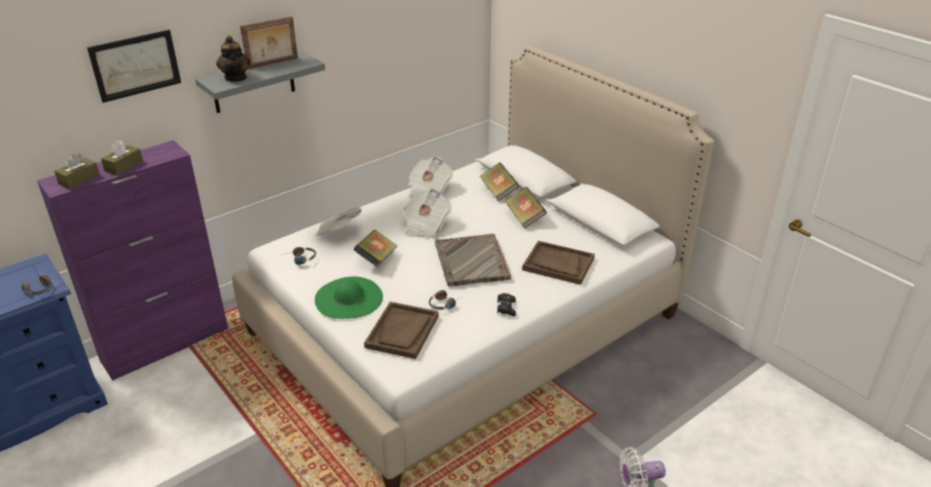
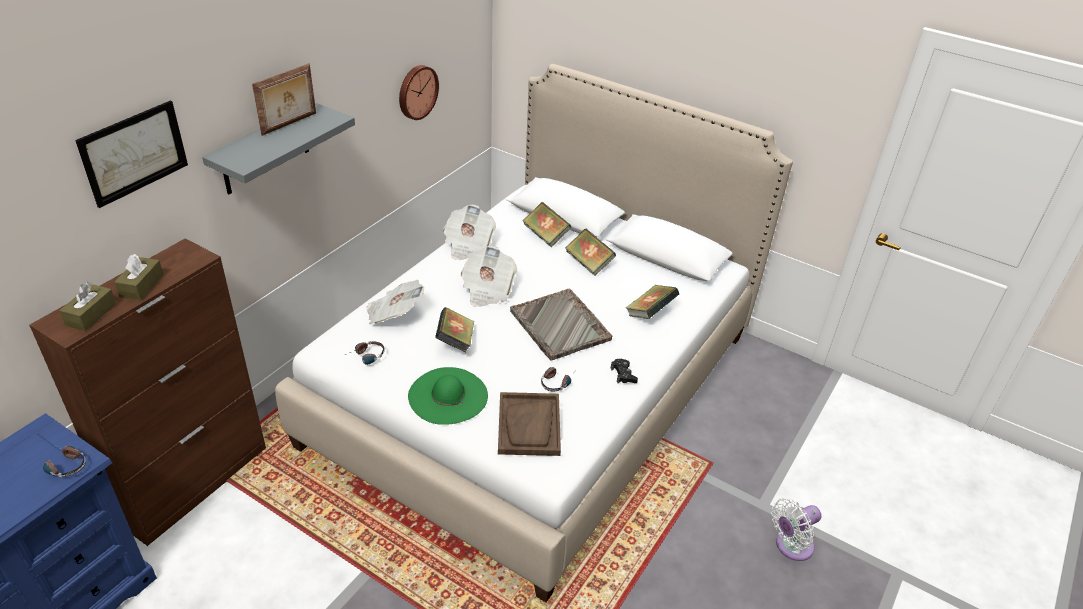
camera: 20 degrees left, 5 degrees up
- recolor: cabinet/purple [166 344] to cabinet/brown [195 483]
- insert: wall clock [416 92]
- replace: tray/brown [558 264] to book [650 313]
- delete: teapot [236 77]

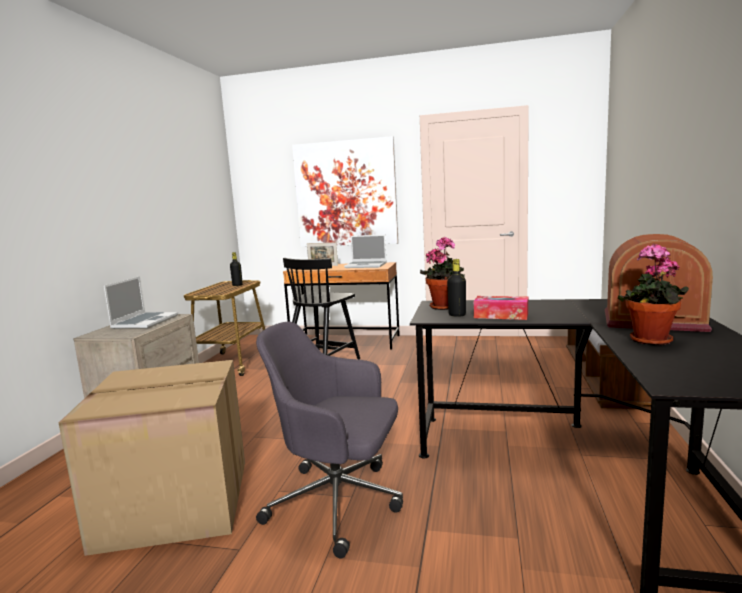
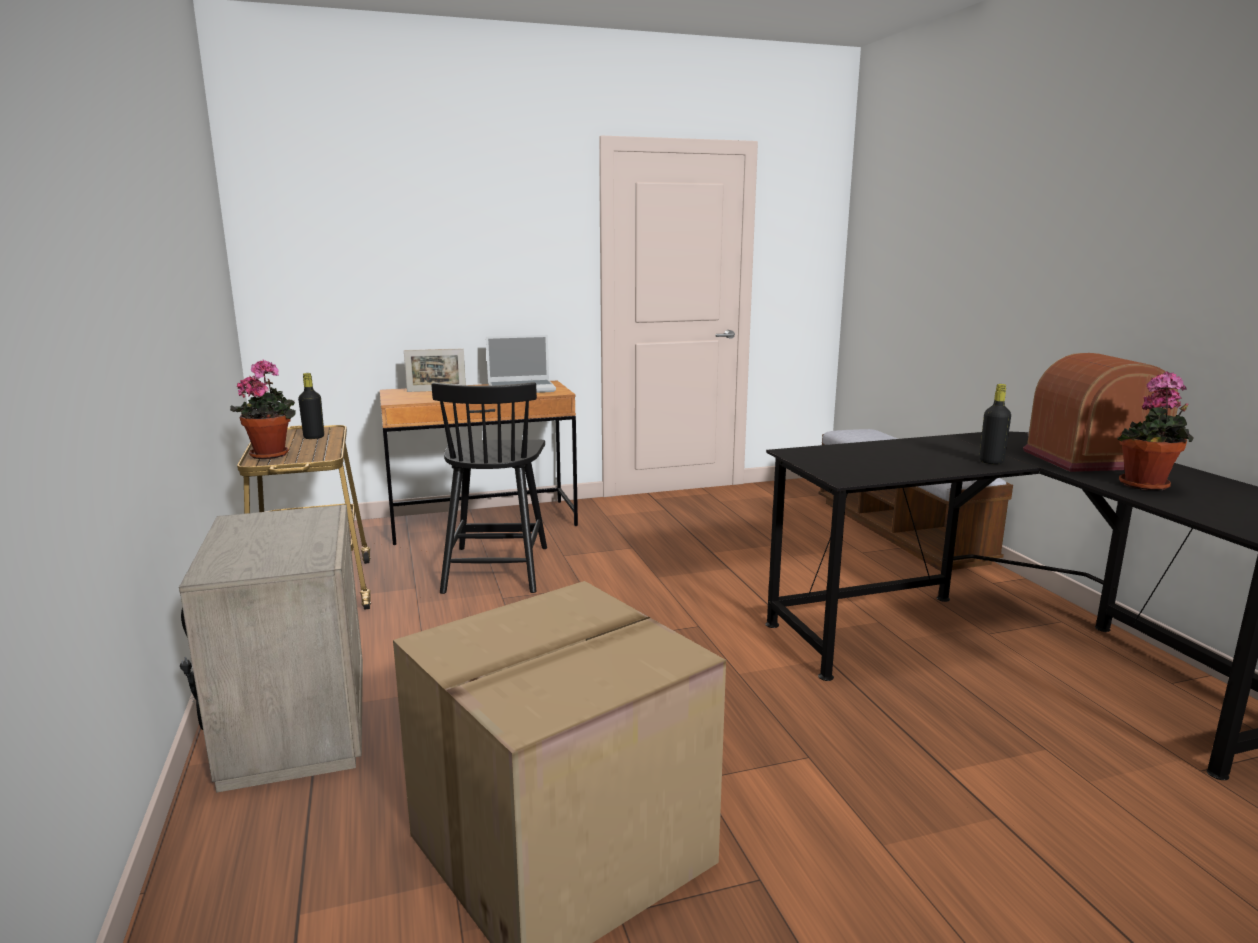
camera: 30 degrees left, 5 degrees up
- move: potted plant [444 306] to [272 454]
- move: bottle/black [457 315] to [991 462]
- delete: laptop [145 322]
- delete: office chair/grey [339 503]
- delete: picture [346 194]
- delete: tissue box [501 315]

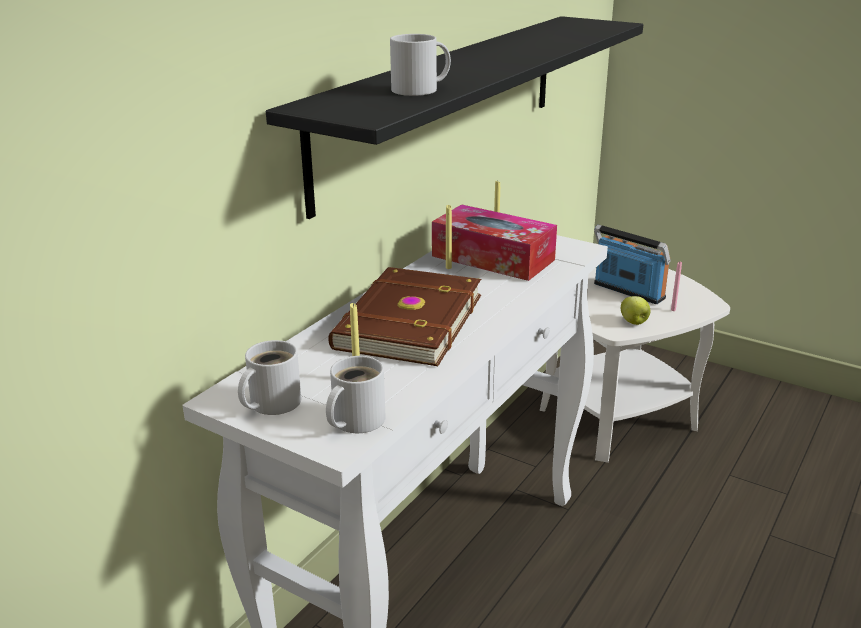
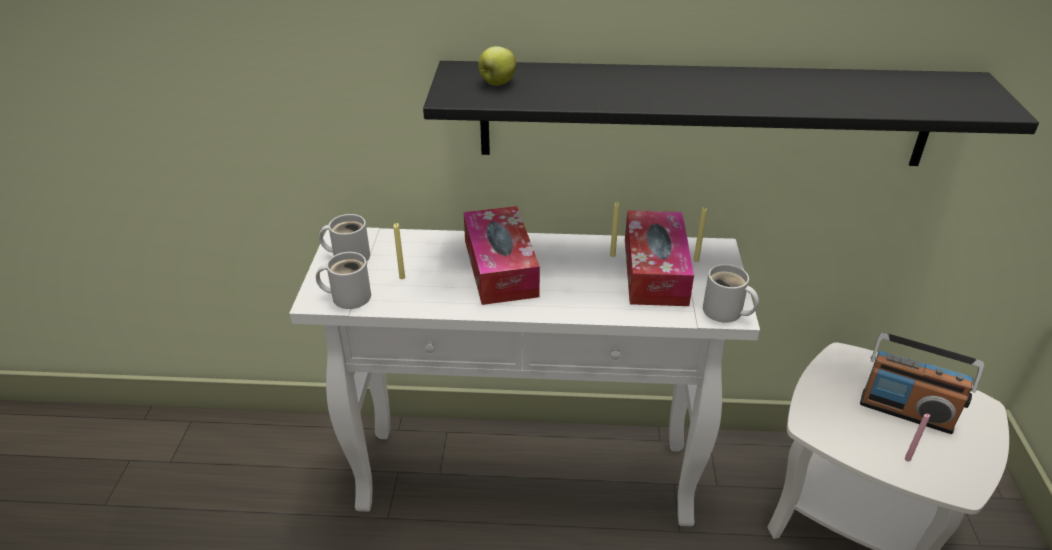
camera: 60 degrees right, 10 degrees up
- replace: book/brown [406 321] to tissue box [500 268]
- move: apple [634 322] to [497 83]
- move: mug/white [419 90] to [725 312]
- rotate: radio [628 291] = [906 411] 105 degrees clockwise

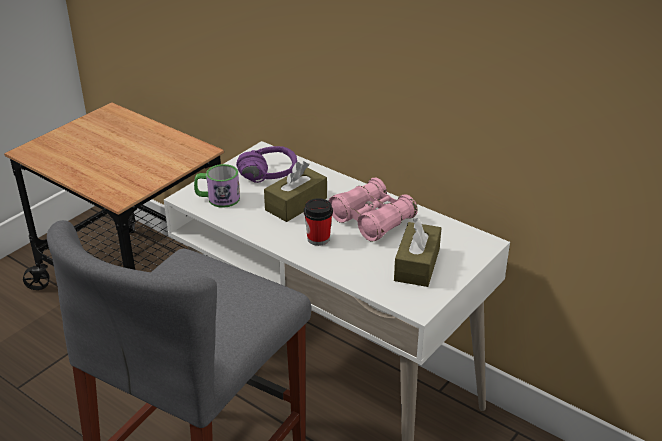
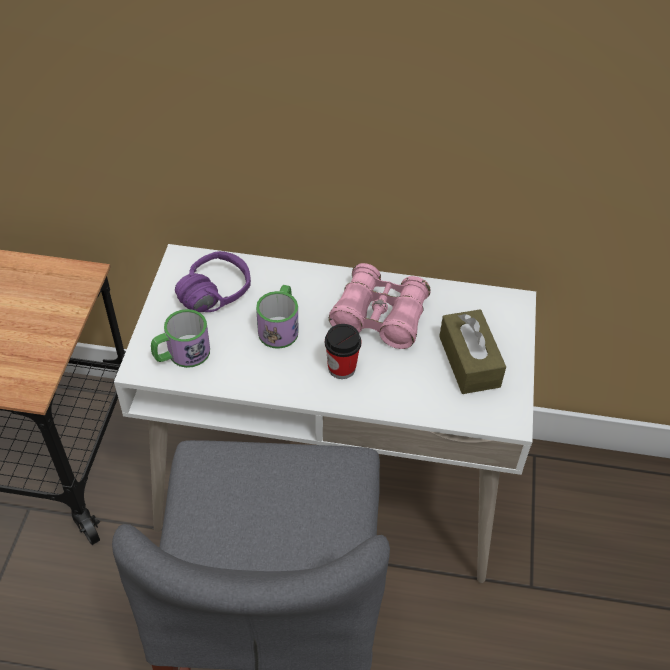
camera: 30 degrees left, 15 degrees up
- replace: tissue box/brown [296 204] to mug [280 326]

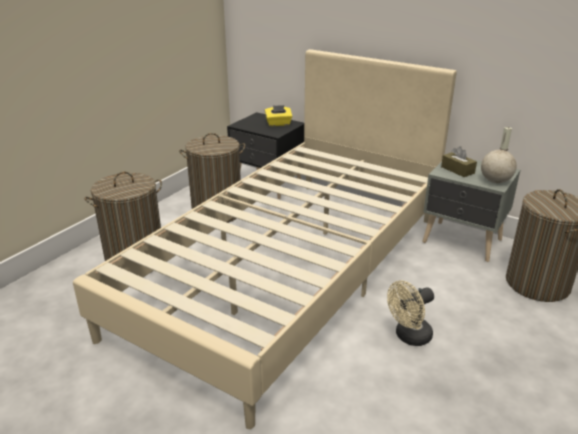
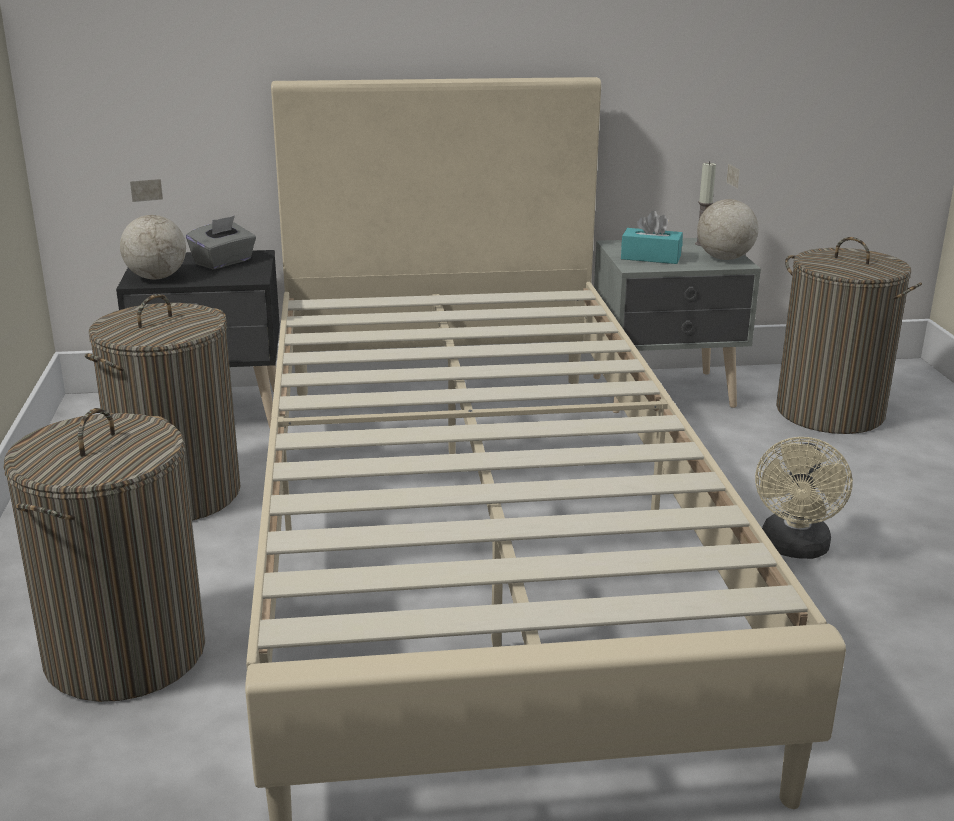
camera: 40 degrees left, 5 degrees down
- insert: globe [156 277]
- recolor: tissue box/yellow [278 124] to tissue box/grey [224 262]
- recolor: tissue box/brown [457 170] to tissue box/turquoise [650 257]

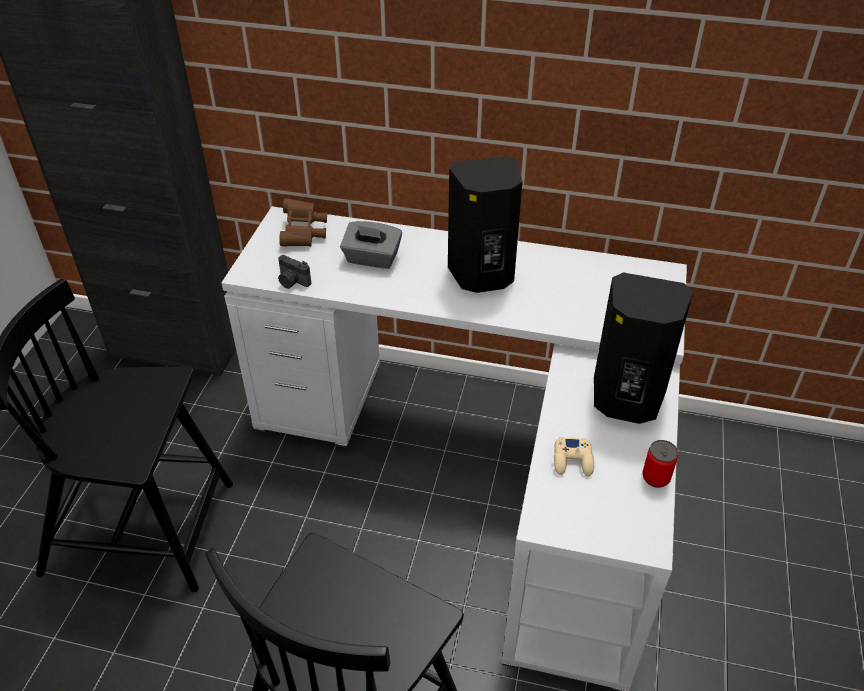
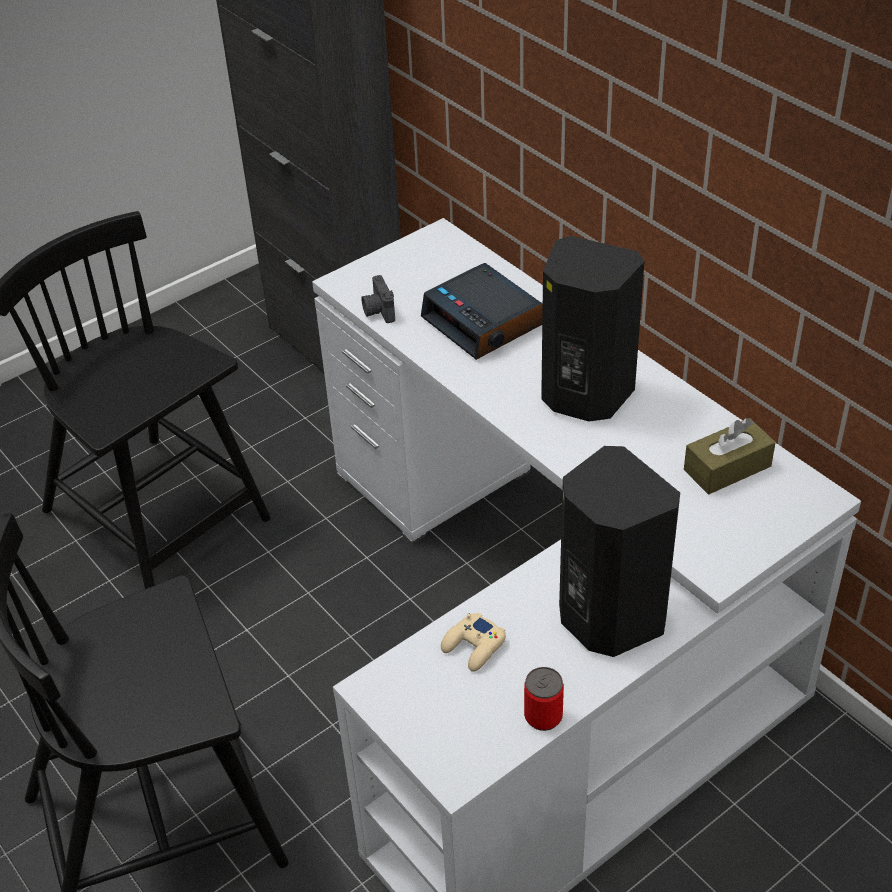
camera: 40 degrees right, 0 degrees up
- replace: tissue box/grey [372 259] to alarm clock [484 322]
- insert: tissue box/brown [727 468]
- delete: binoculars/brown [303 233]

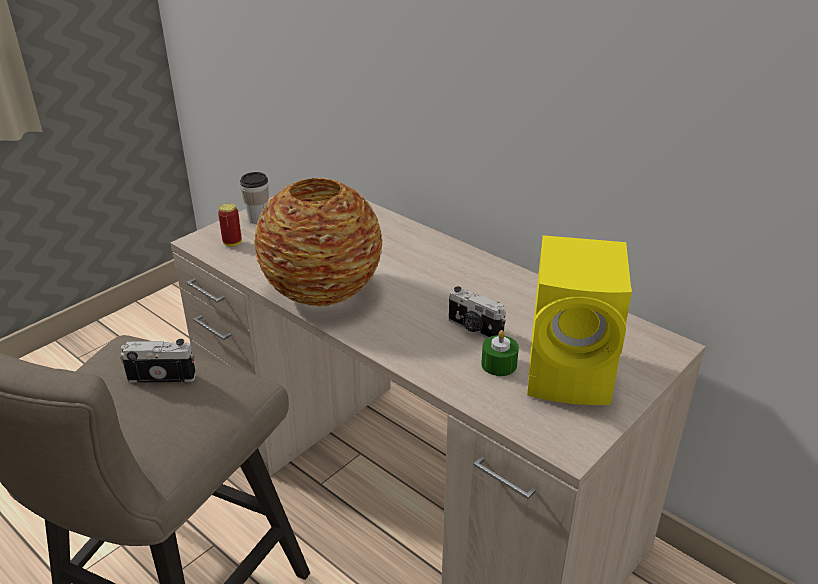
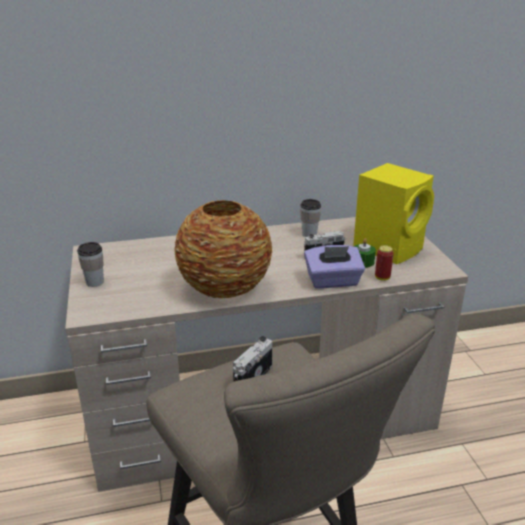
camera: 55 degrees left, 5 degrees down
- insert: cup [309 234]
- insert: tissue box/purple [333 281]
- move: can [232 243] to [382 278]

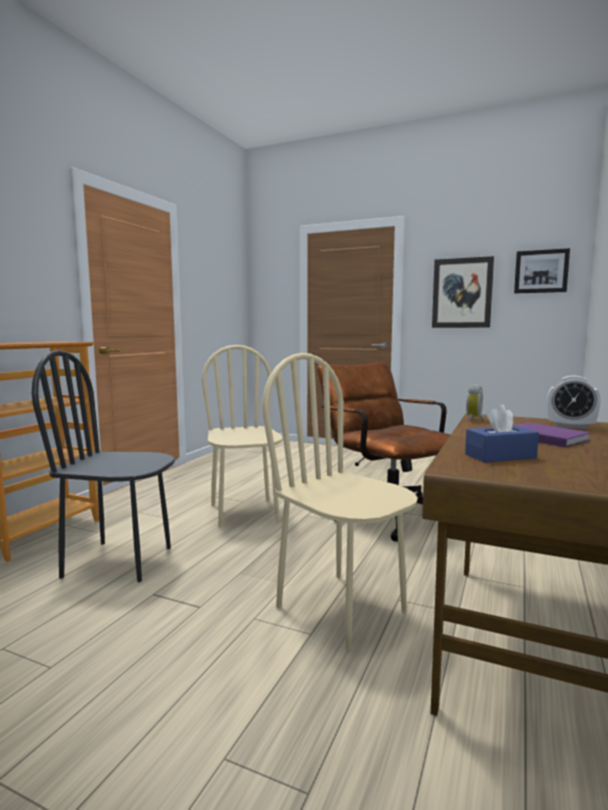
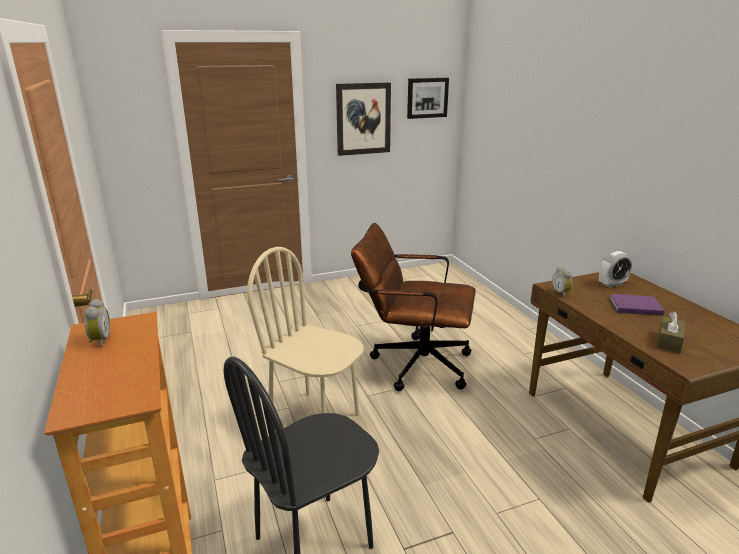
camera: 45 degrees left, 15 degrees up
- insert: alarm clock [99 341]
- recolor: tissue box/blue [500 456] to tissue box/brown [669 341]
- delete: chair/beige [341 608]

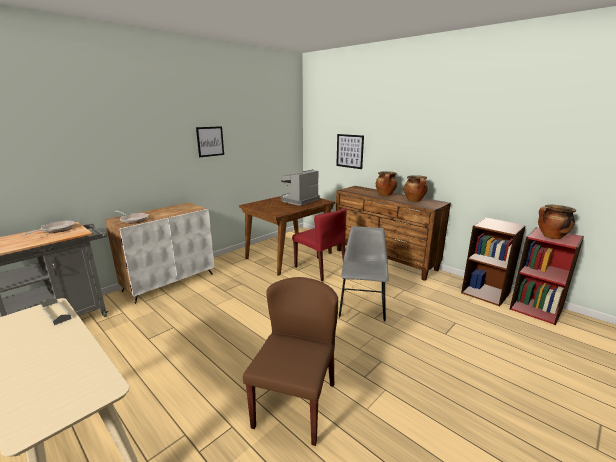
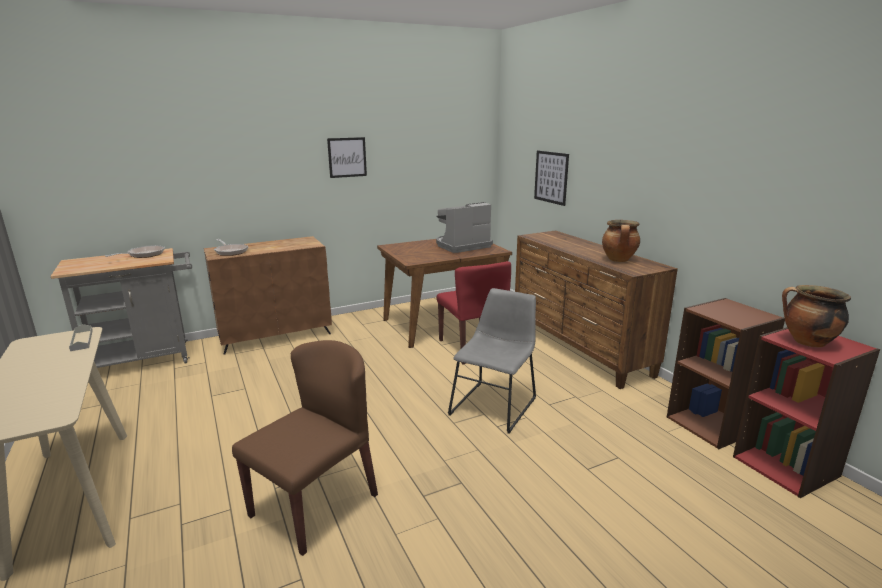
camera: 20 degrees right, 0 degrees up
- recolor: cabinet/white [170 282] to cabinet/brown [276 335]
- delete: cooking pot [385 195]

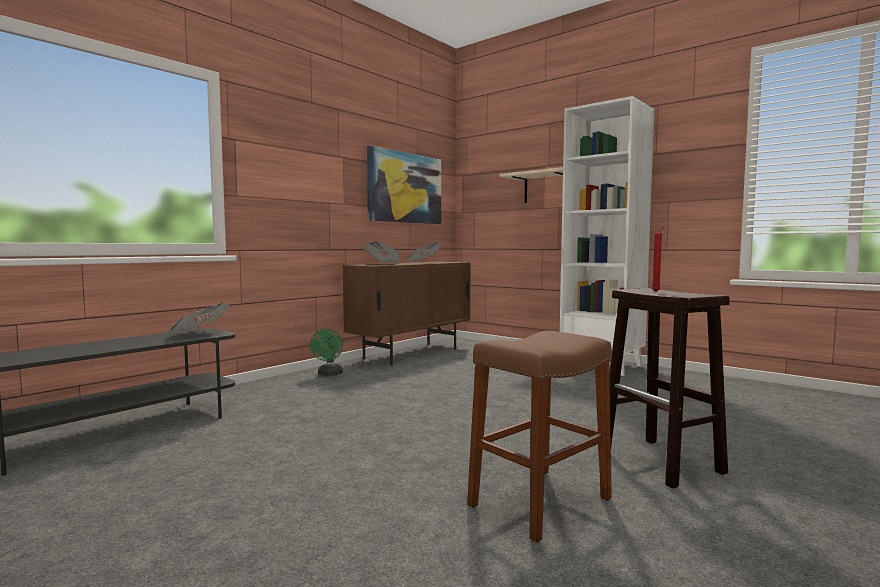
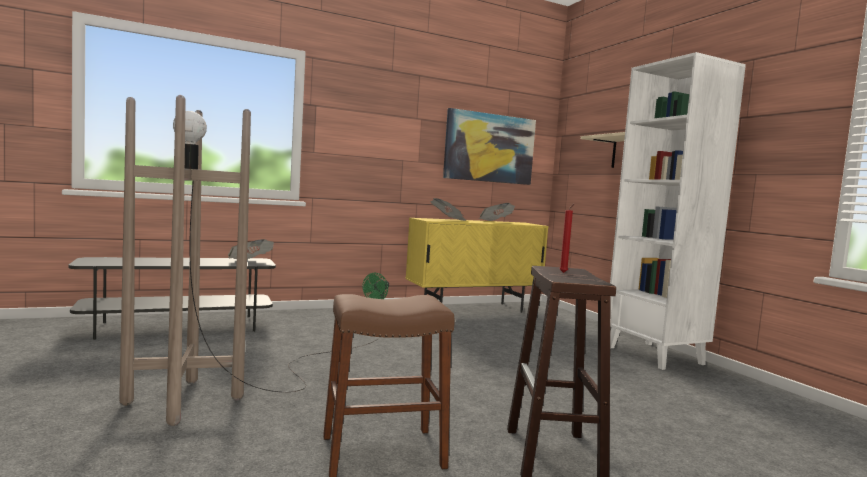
camera: 25 degrees right, 0 degrees up
- insert: floor lamp/brown [260 380]
- recolor: cabinet/brown [411 354] to cabinet/yellow [473 309]

